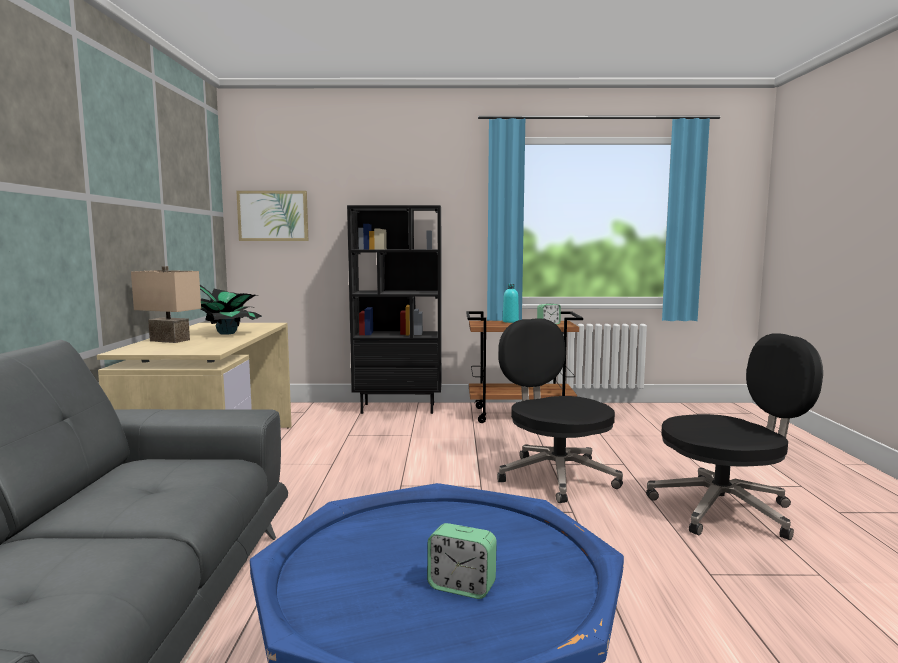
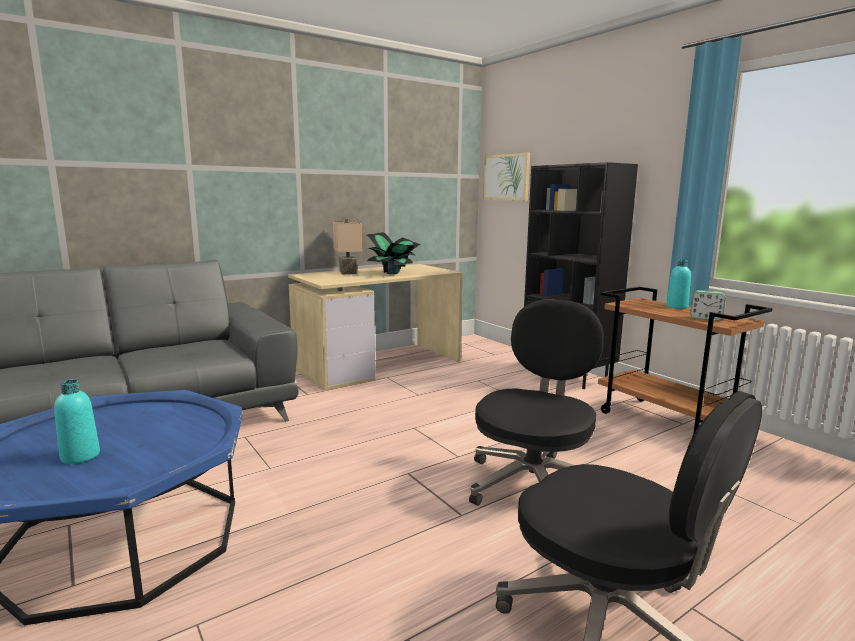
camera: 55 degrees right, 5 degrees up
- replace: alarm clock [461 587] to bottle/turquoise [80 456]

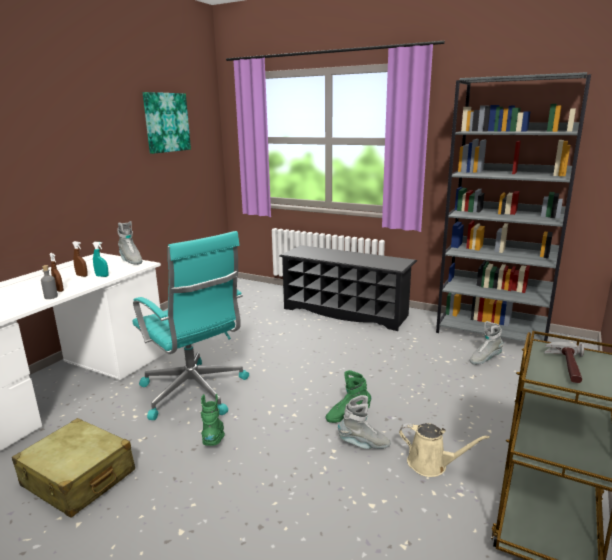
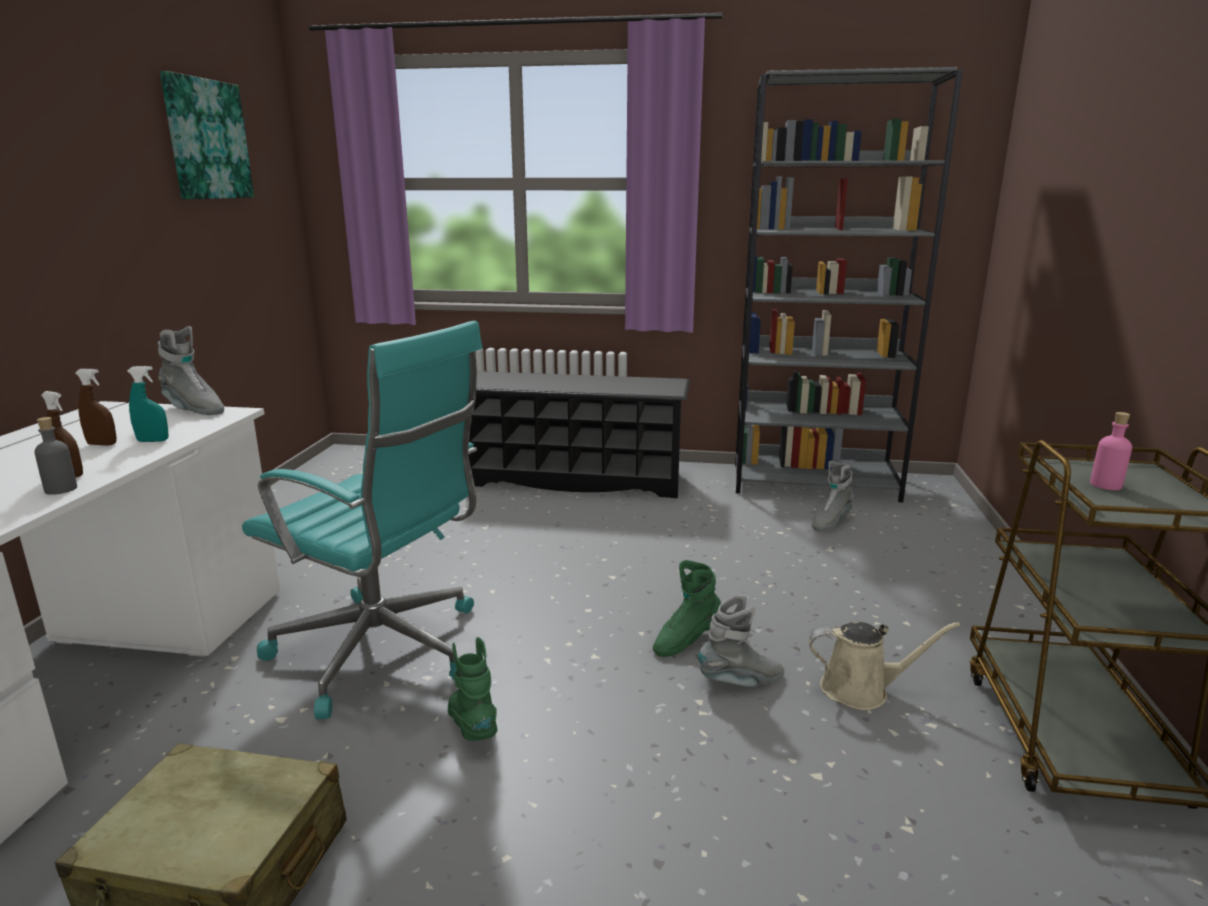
camera: 20 degrees left, 0 degrees up
- replace: hammer [566 366] to bottle/pink [1106 485]

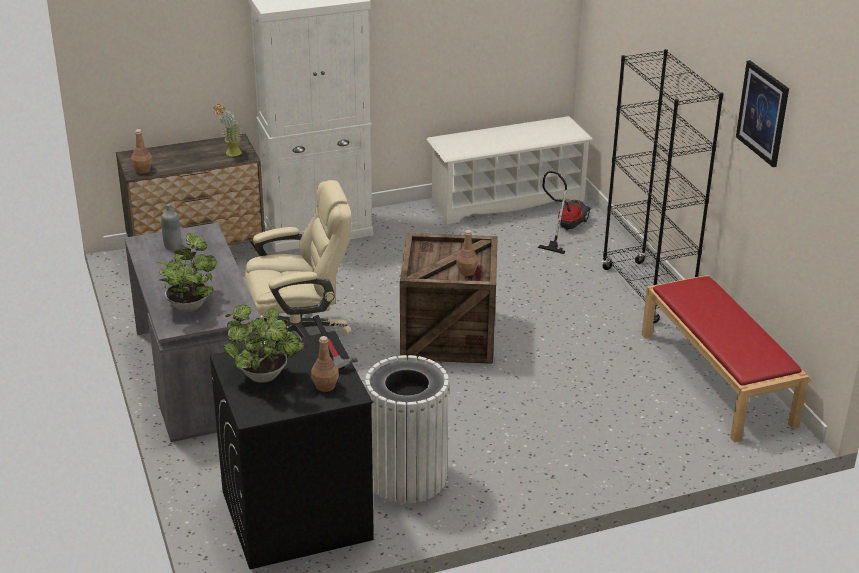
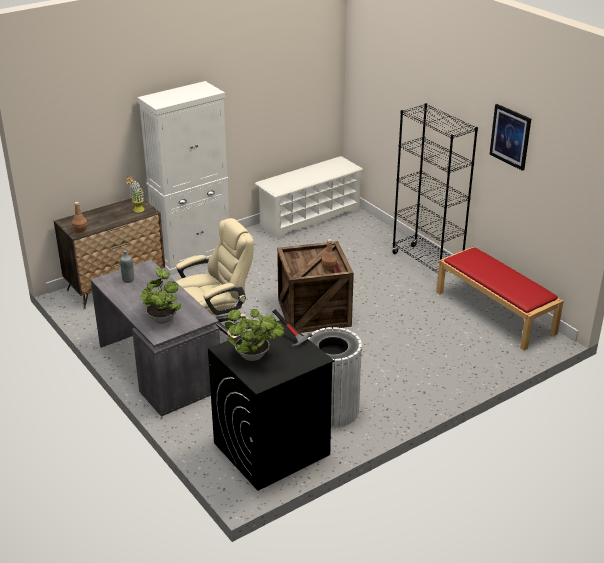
camera: 15 degrees left, 0 degrees up
- delete: bottle/brown [325 386]
- delete: vacuum cleaner [564 228]

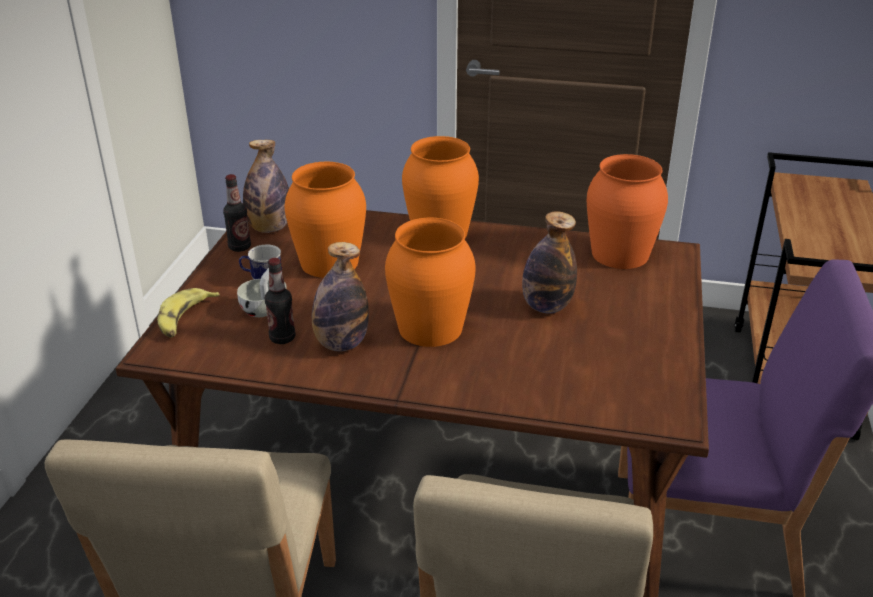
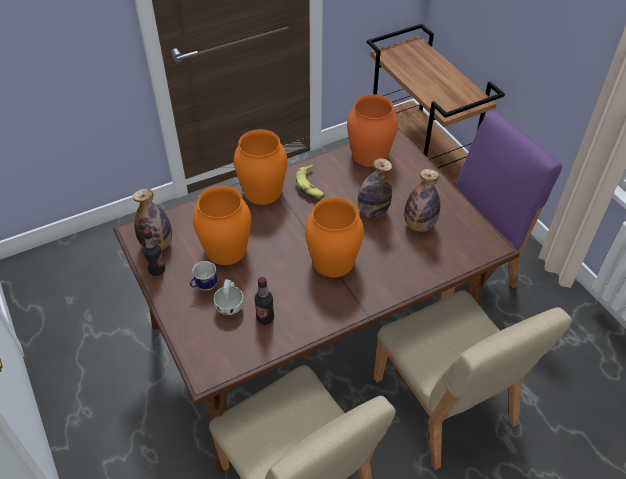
camera: 40 degrees left, 15 degrees up
- move: banana [185 319] to [310 186]
- move: bottle [341 344] to [419 225]

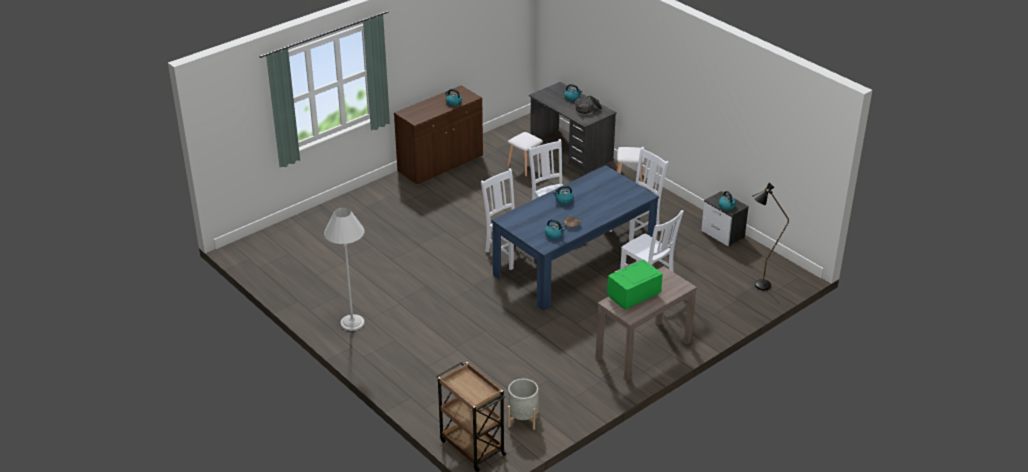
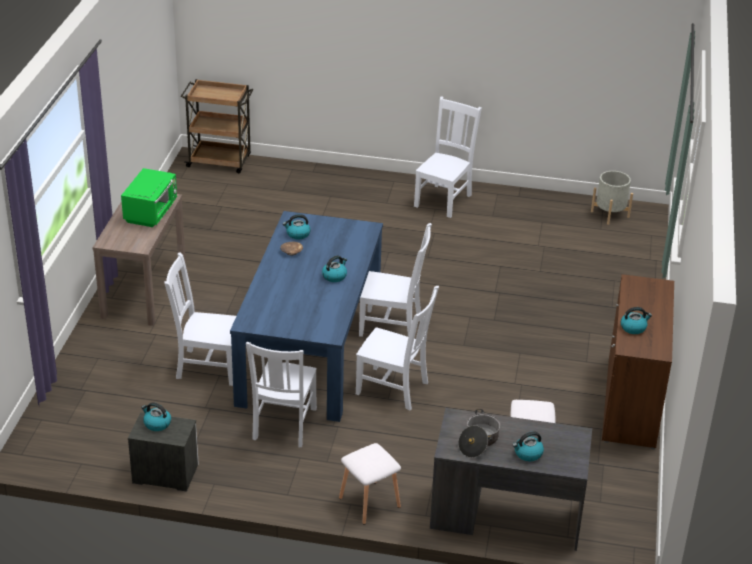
camera: 140 degrees right, 0 degrees up
- replace: floor lamp/white [352 323] to chair/white [444 200]
- move: planter/grey [523 419] to [610 214]
- delete: floor lamp/black [757 287]

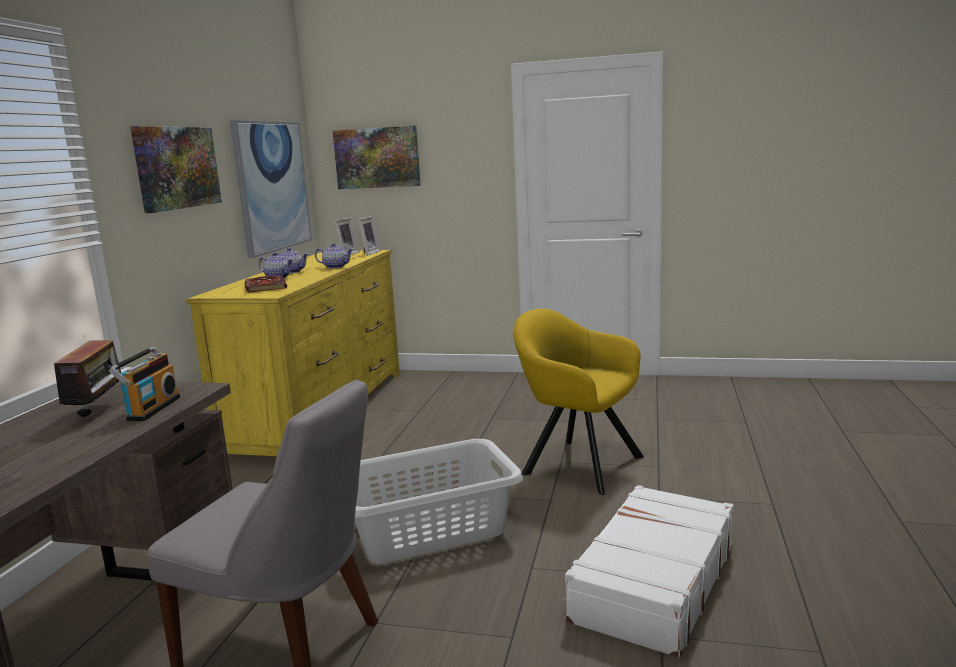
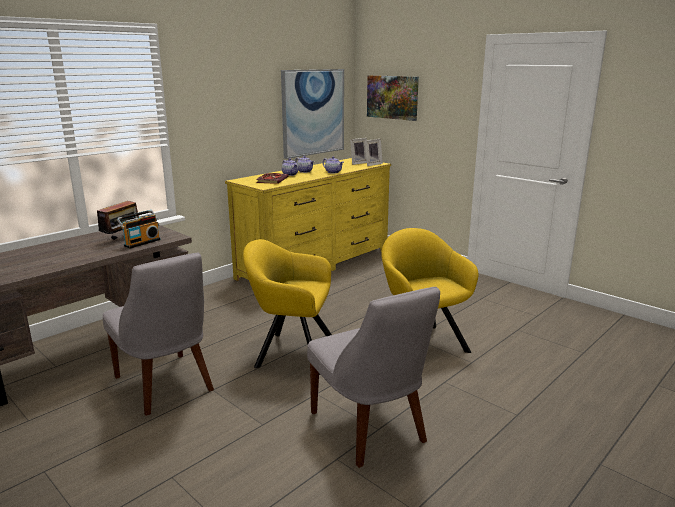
camera: 30 degrees right, 5 degrees up
- replace: laundry basket/grey [428 529] to armchair/yellow [291 352]
- replace: suitcase/white [652 583] to chair/grey [370 429]
- delete: picture [177 167]

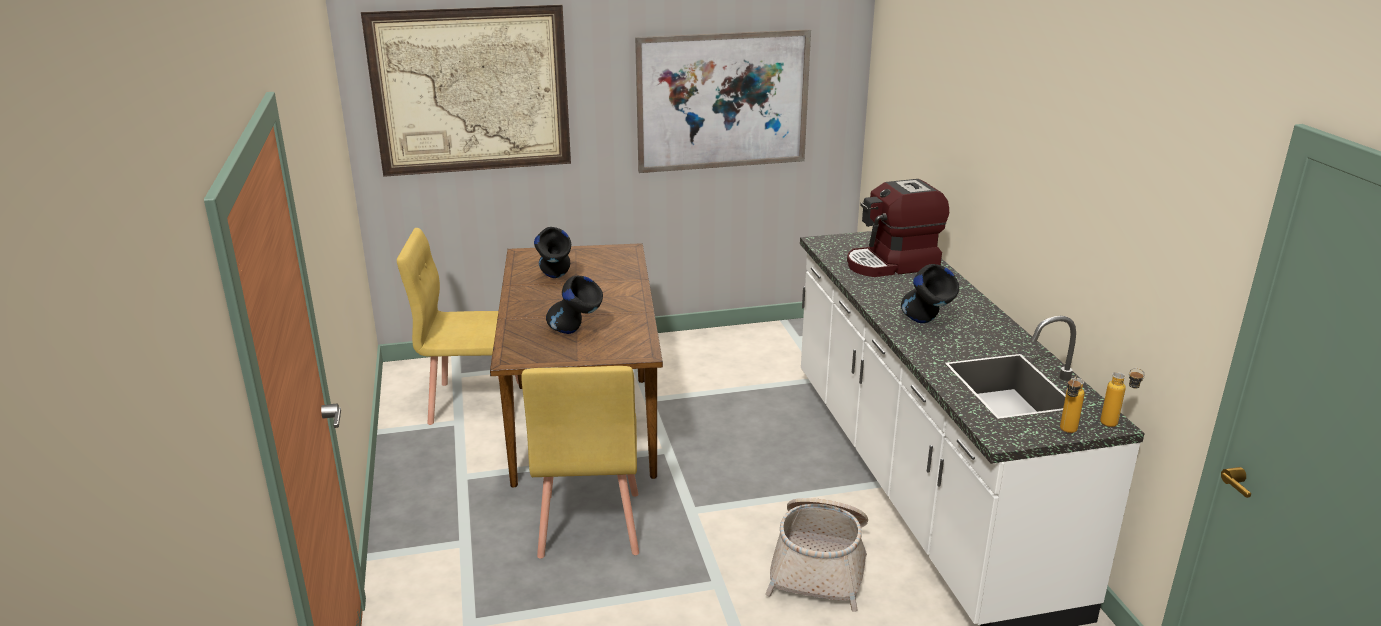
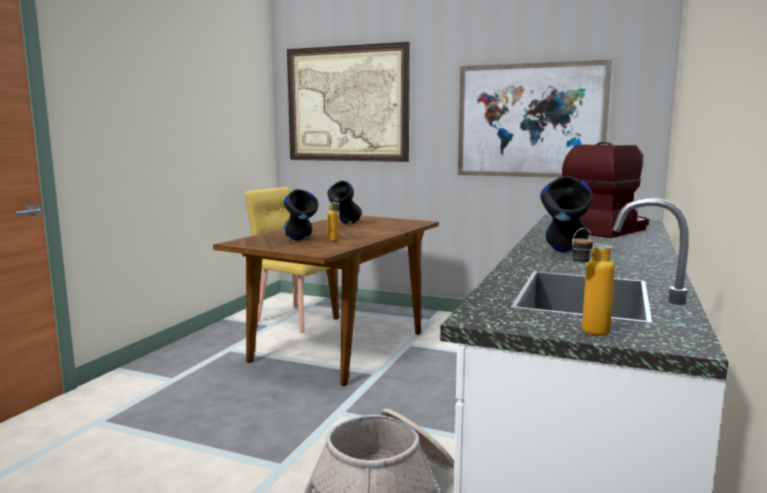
camera: 35 degrees right, 15 degrees down
- move: bottle [1116 425] to [334 241]
- rotate: coffee machine [893 264] = [604 230] 120 degrees clockwise
- delete: chair/yellow [588 525]

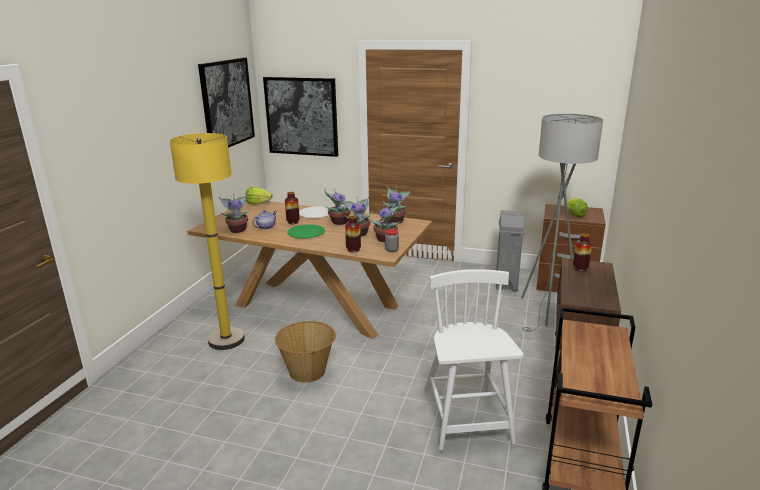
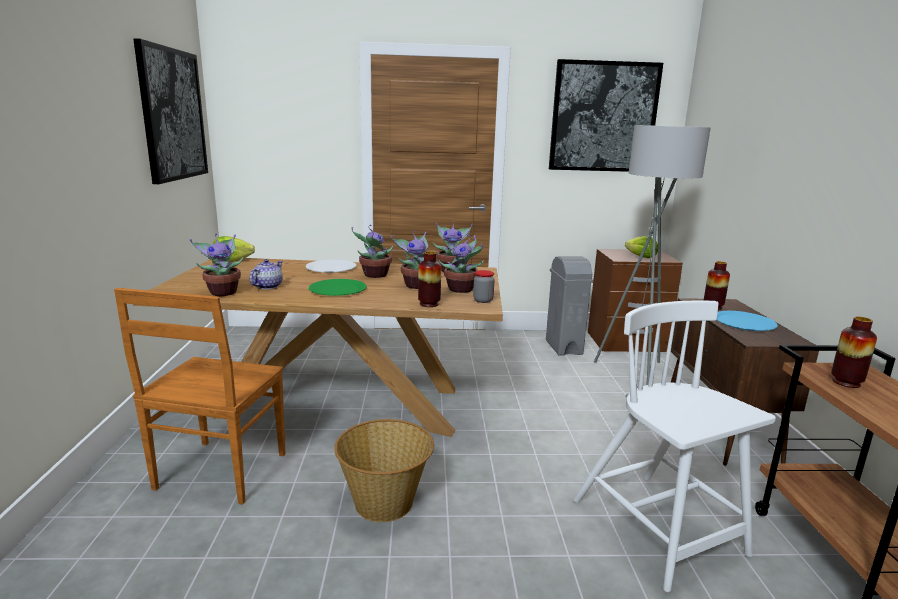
camera: 20 degrees left, 5 degrees down
- replace: floor lamp/yellow [226 340] to chair/brown [219 473]
- move: picture [301 116] to [603 117]
- insert: plate/blue [744 322]
- move: vase [293 222] to [846 382]

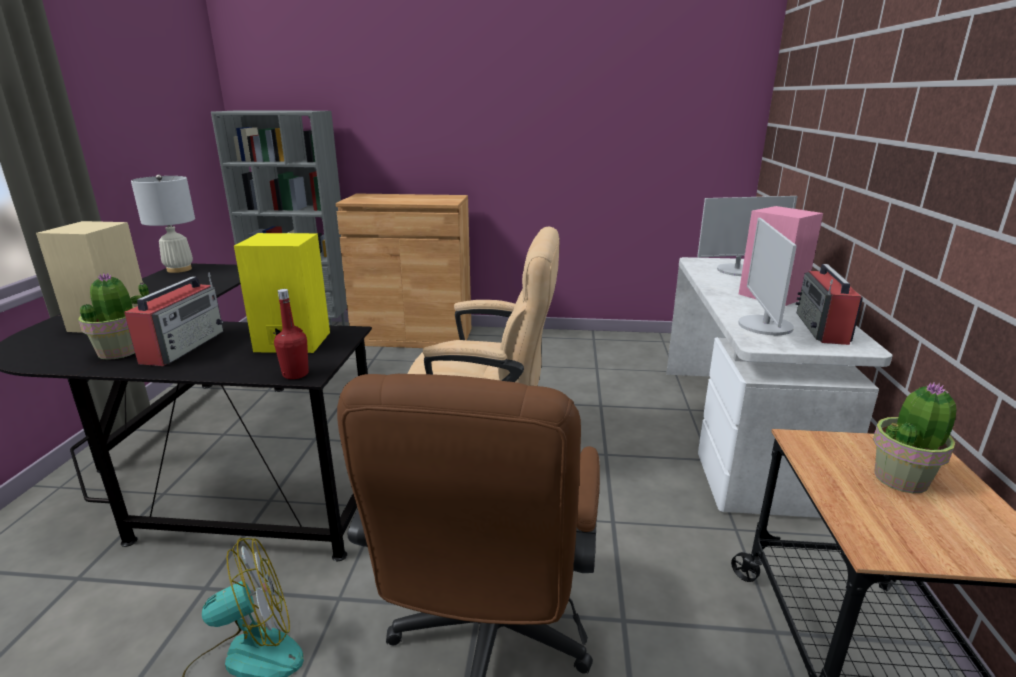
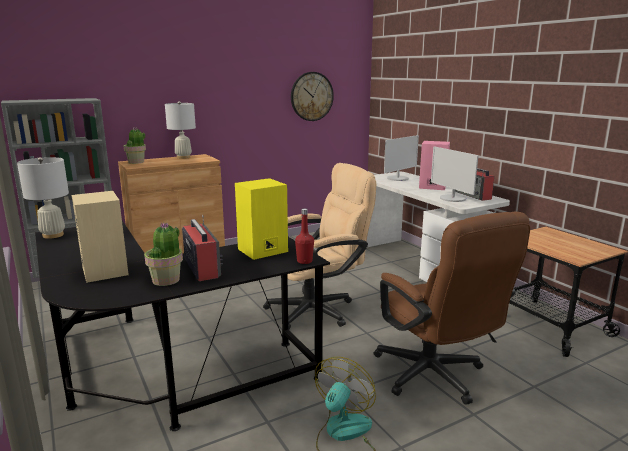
camera: 35 degrees left, 5 degrees down
- move: potted plant [902 479] to [136 162]
- insert: table lamp/white [183 157]
- insert: wall clock [311 96]

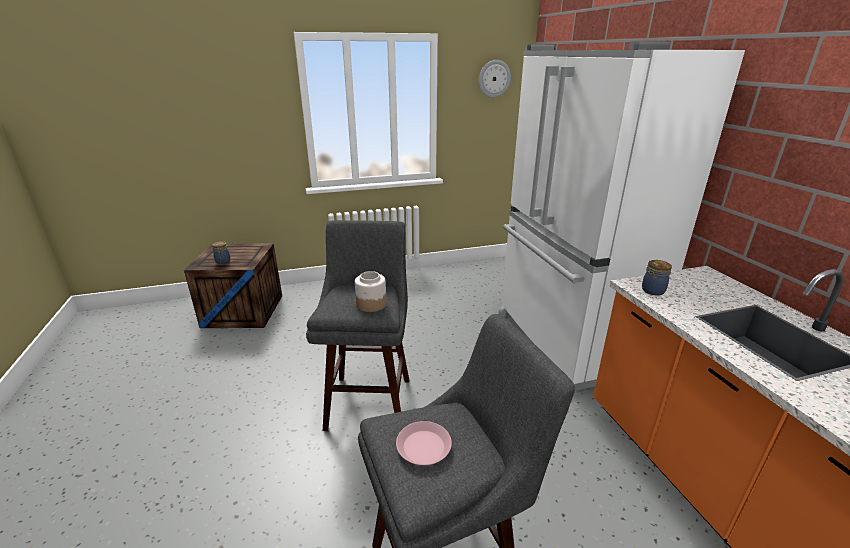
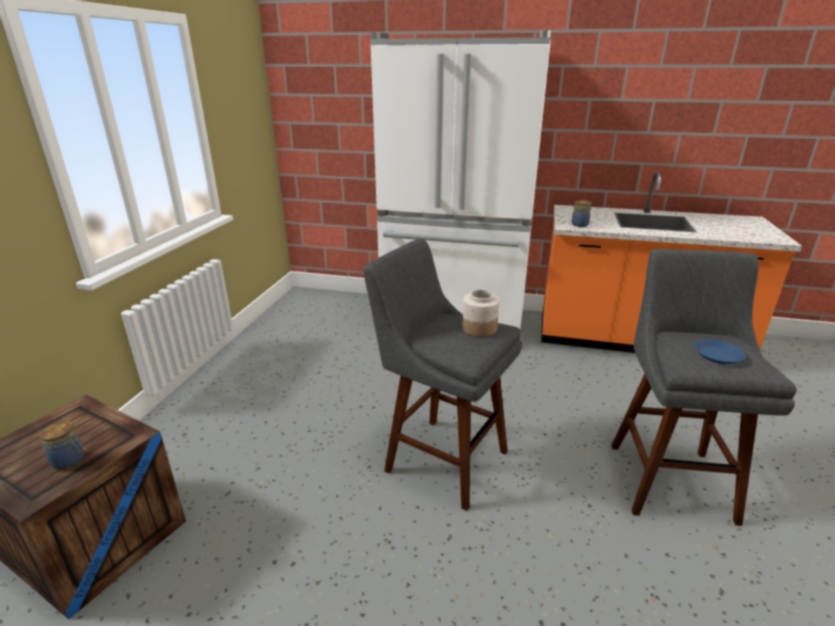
camera: 60 degrees left, 0 degrees up
- recolor: plate/pink [424 447] to plate/blue [717 355]
- delete: wall clock [494 79]

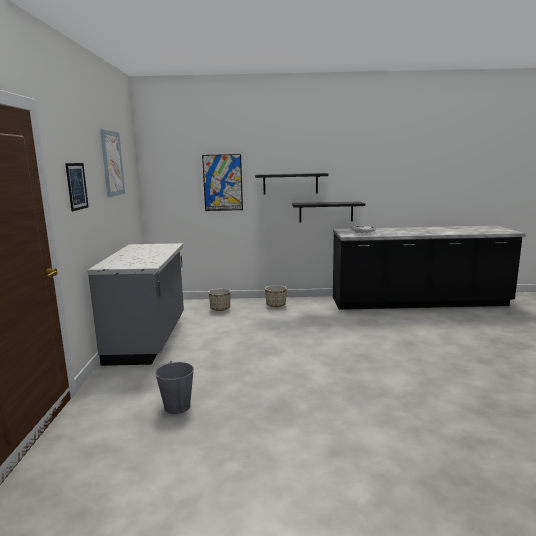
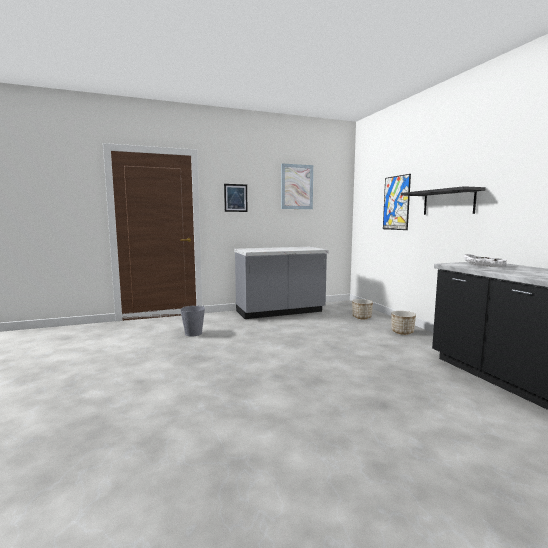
camera: 70 degrees right, 5 degrees down
- delete: shelf/black [326 212]

